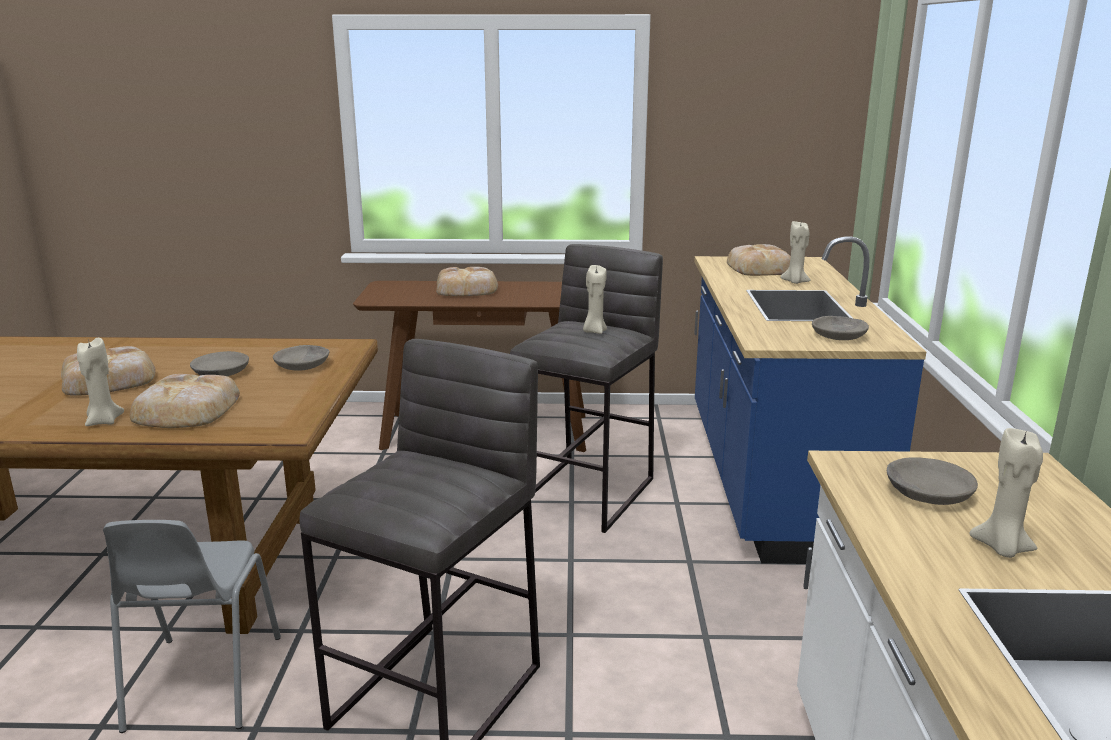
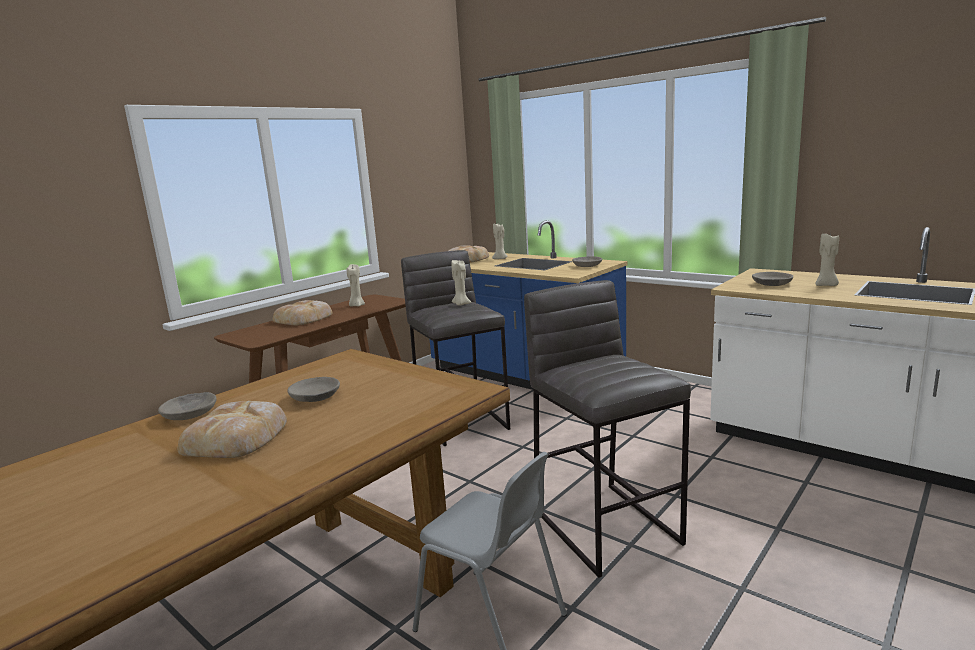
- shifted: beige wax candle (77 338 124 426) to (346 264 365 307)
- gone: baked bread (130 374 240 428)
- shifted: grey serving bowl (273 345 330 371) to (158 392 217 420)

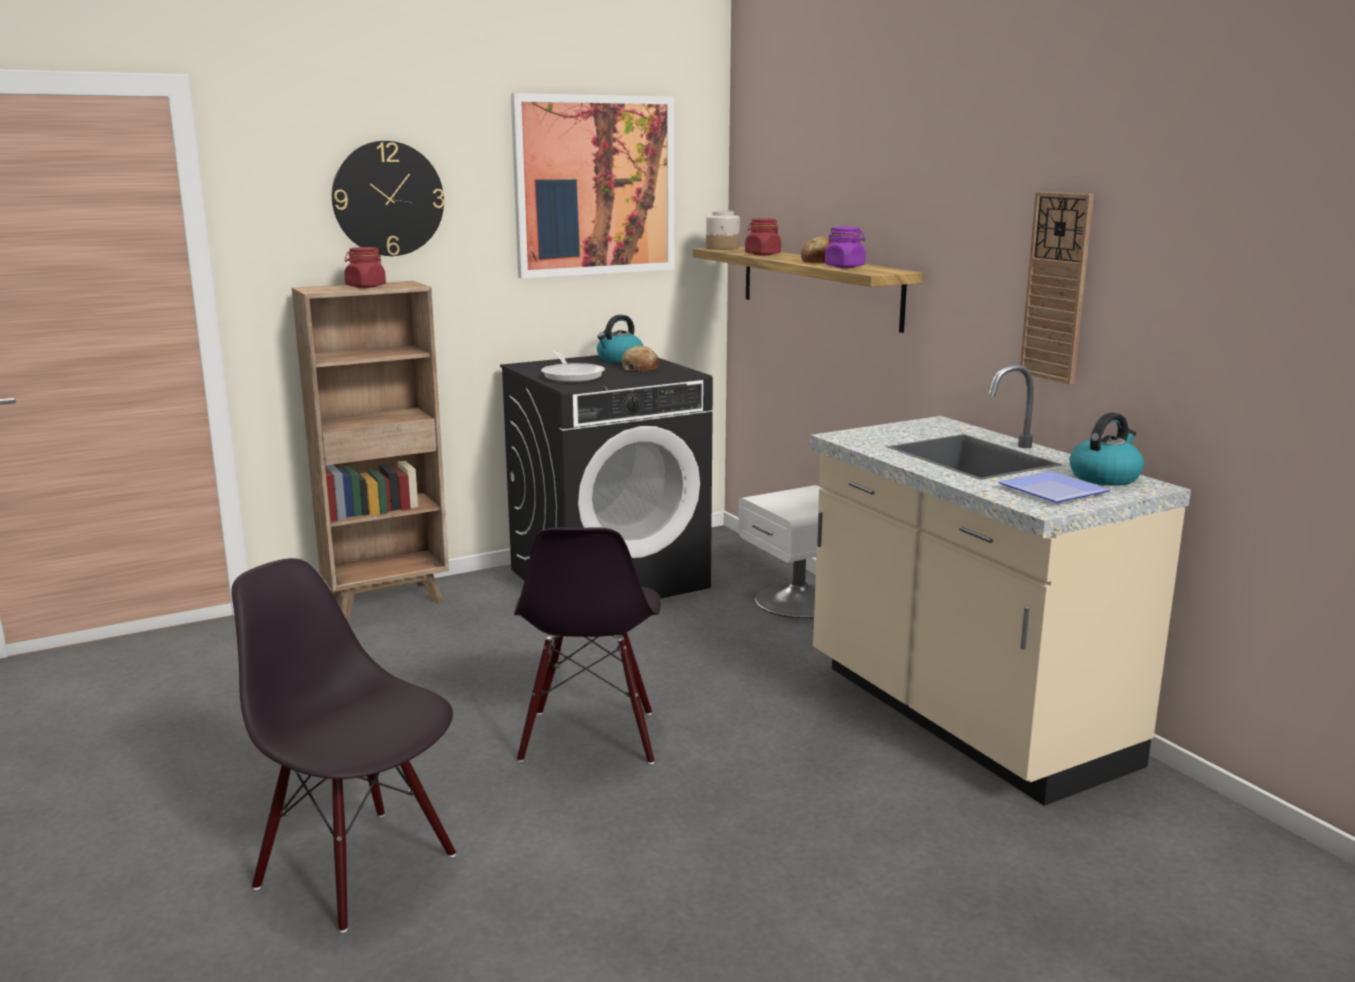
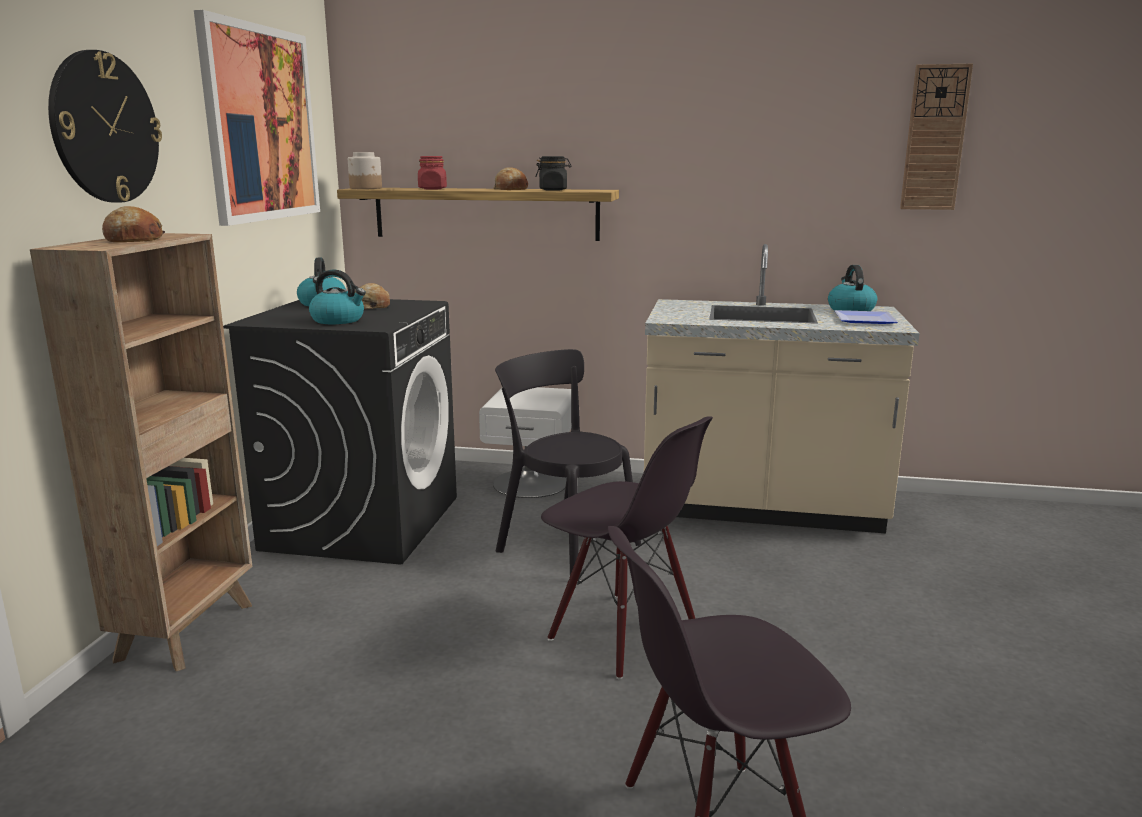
- swapped: reddish storage jar (344 247 386 288) to baked bread (102 206 165 242)
- swapped: skillet (541 350 605 382) to tea kettle (309 270 366 324)
- repainted: purple-coloured storage jar (825 227 866 268) to blackish storage jar (535 156 571 191)
- shifted: clock on the wall (1019 192 1094 384) to (900 64 973 210)
- new: blackish upright chair (495 349 641 575)

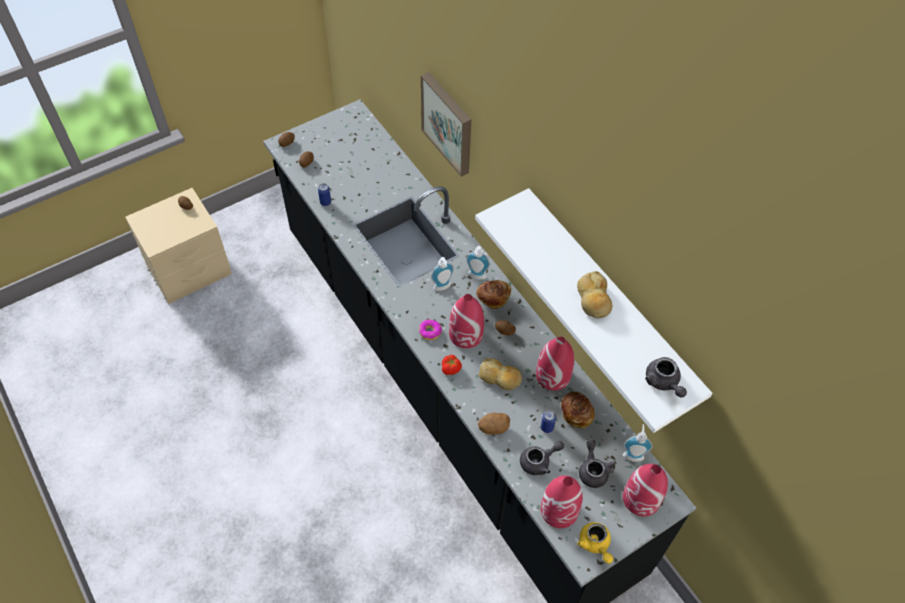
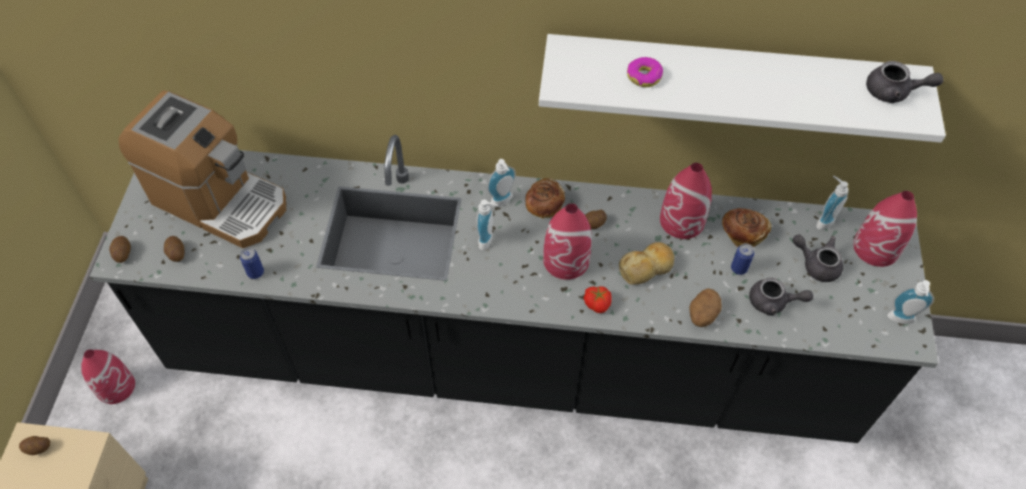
- shifted: donut (419 319 442 340) to (627 57 663 87)
- gone: wall art (421 72 471 177)
- rotated: grey teapot (520 441 564 475) = (749 278 813 316) 90 degrees clockwise
- shifted: reddish flower vase (540 475 583 528) to (81 349 135 404)
- gone: baked bread (577 271 612 318)
- swapped: yellow teapot (577 522 613 564) to liquid soap bottle (887 280 934 324)
- new: coffee maker (118 91 286 248)

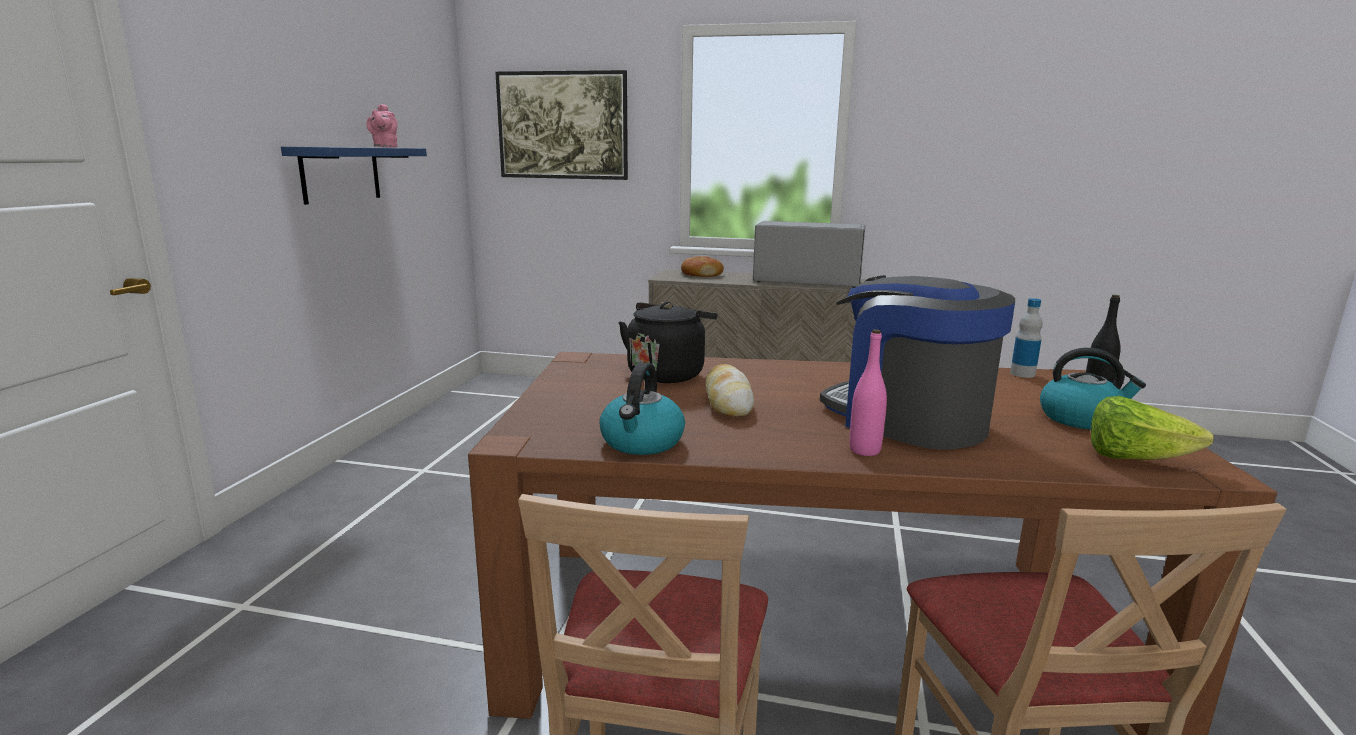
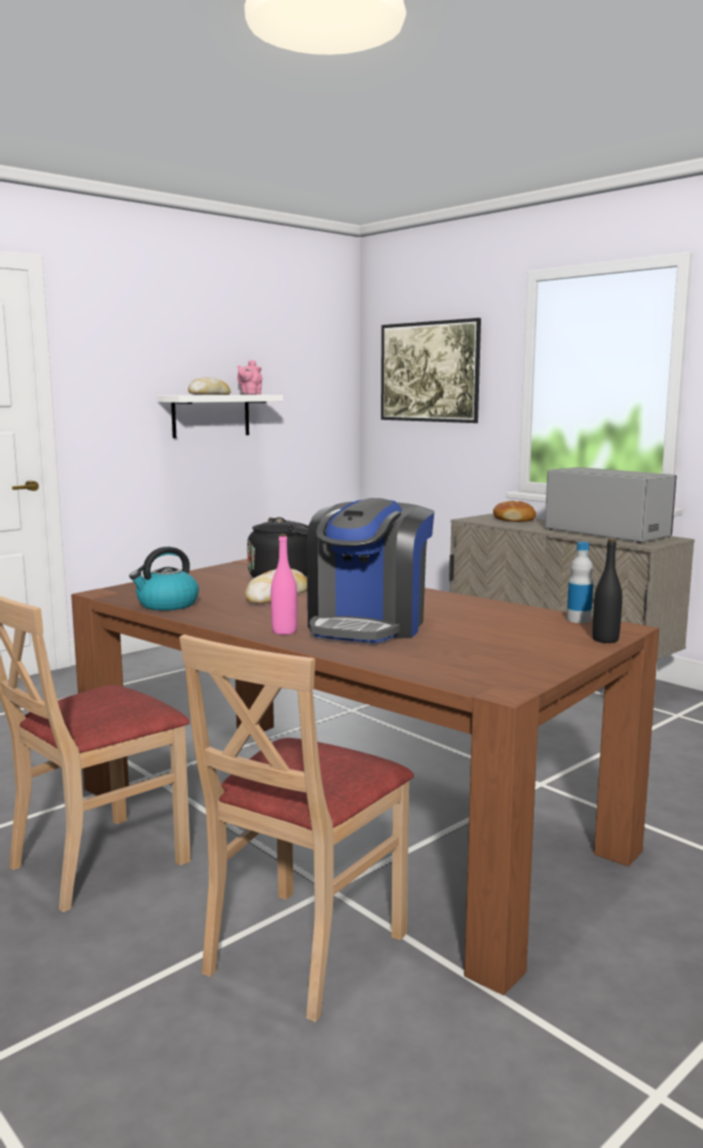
- repainted: blue shelf (281 147 427 205) to white shelf (157 395 283 438)
- rotated: coffee maker (820 275 1015 450) = (307 498 434 643) 150 degrees counterclockwise
- gone: tea kettle (1040 348 1146 430)
- gone: head of lettuce (1091 396 1214 460)
- new: baked bread (188 377 230 395)

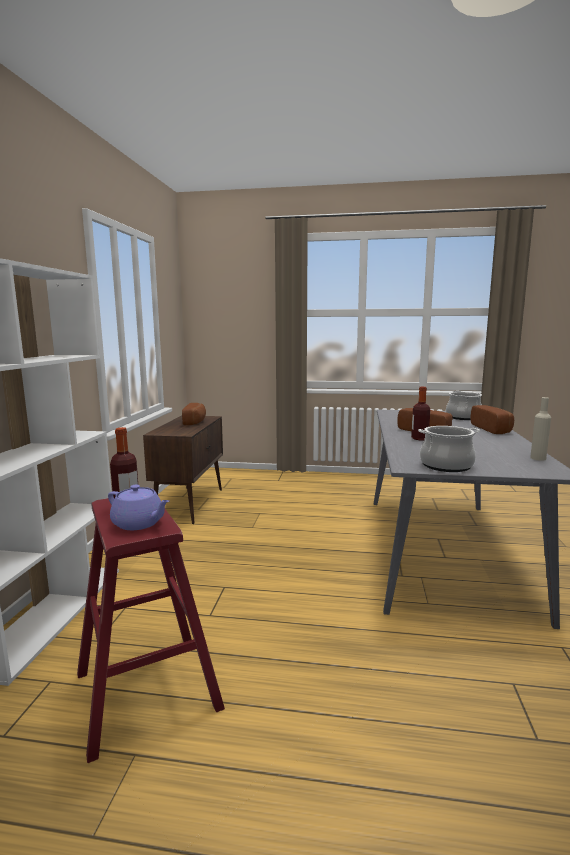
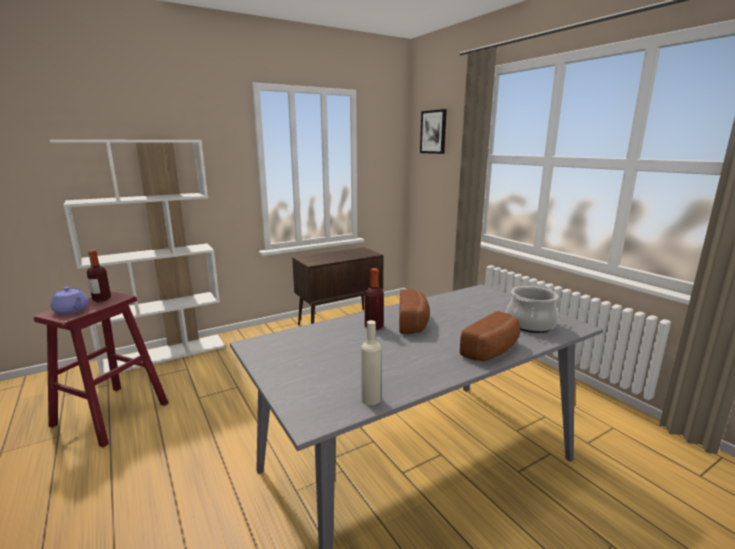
- rotated: purple-coloured teapot (108 485 169 530) = (50 287 89 314) 45 degrees counterclockwise
- gone: baked bread (182 403 206 425)
- gone: cooking pot (418 426 480 472)
- new: wall art (420 109 447 154)

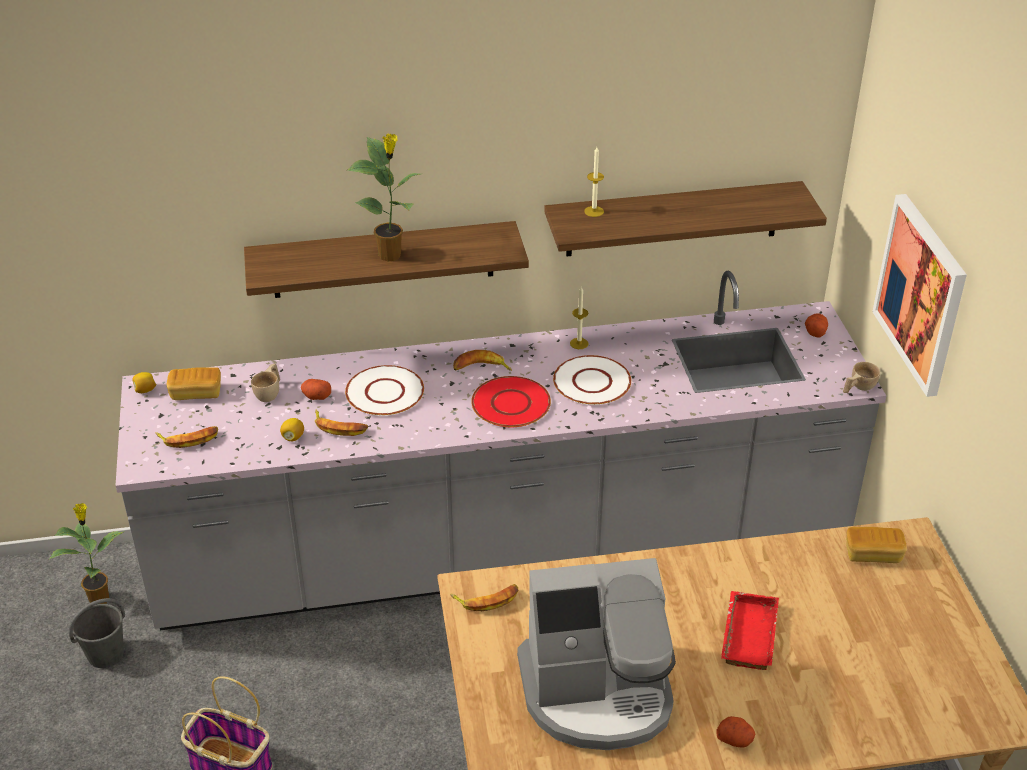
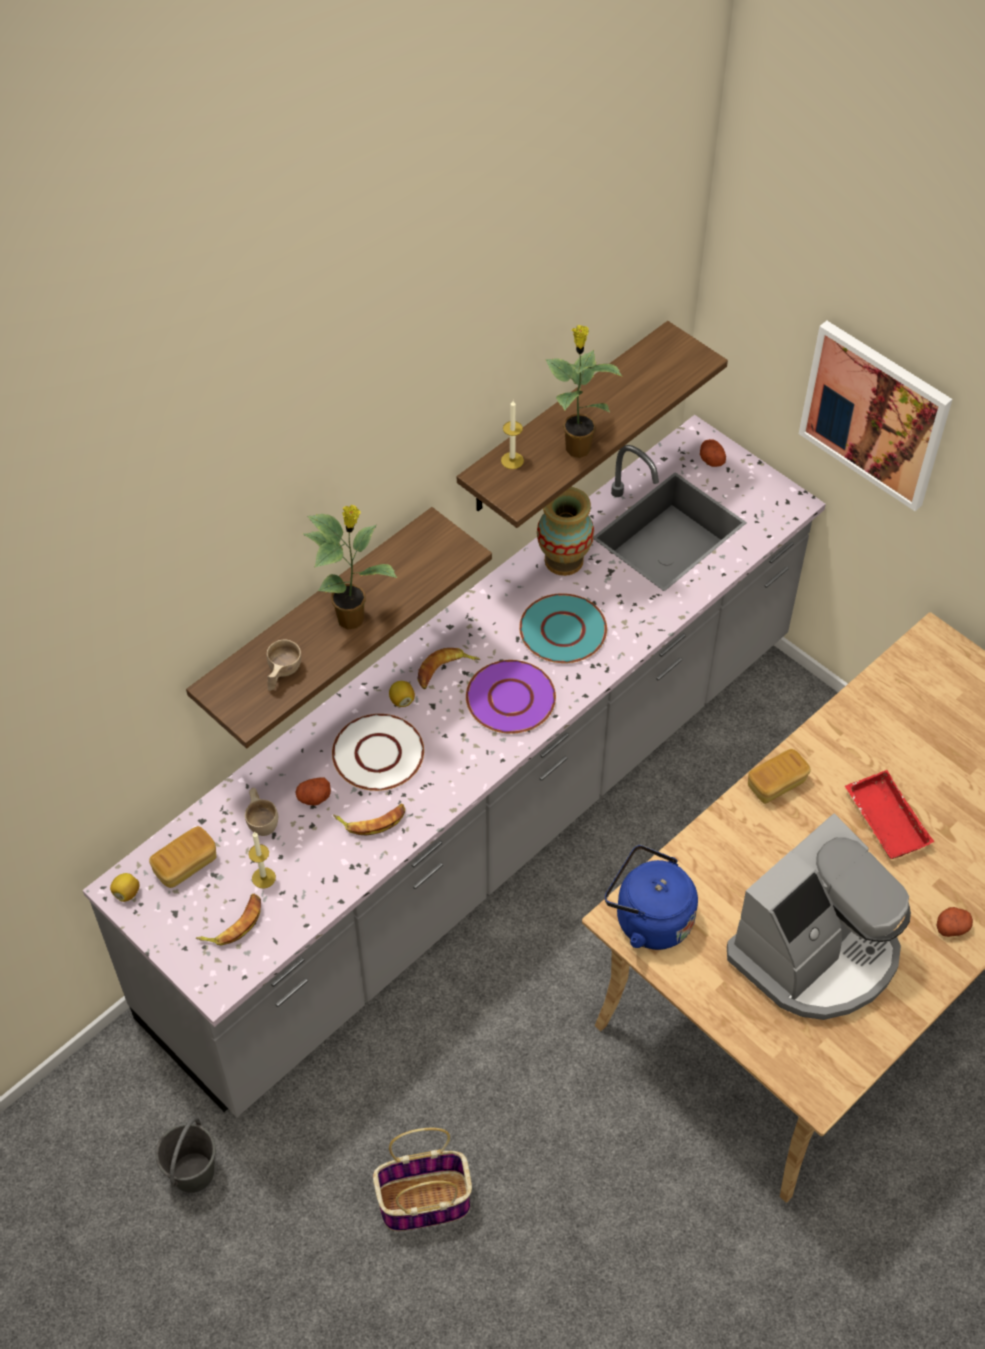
- shifted: houseplant (48 503 125 604) to (545 325 623 458)
- shifted: citrus fruit (280 418 304 441) to (389 681 415 707)
- swapped: banana (450 584 518 611) to blue tea kettle (605 845 698 950)
- repainted: reddish dinner plate (471 376 551 427) to purple-coloured dinner plate (466 660 556 734)
- repainted: white dinner plate (553 355 631 405) to turquoise dinner plate (519 593 607 663)
- shifted: wax candle (570 287 589 349) to (248 831 276 888)
- shifted: beige cup (843 362 880 393) to (267 640 301 691)
- shifted: baked bread (846 527 907 563) to (748 749 811 804)
- new: flower vase (537 487 594 576)

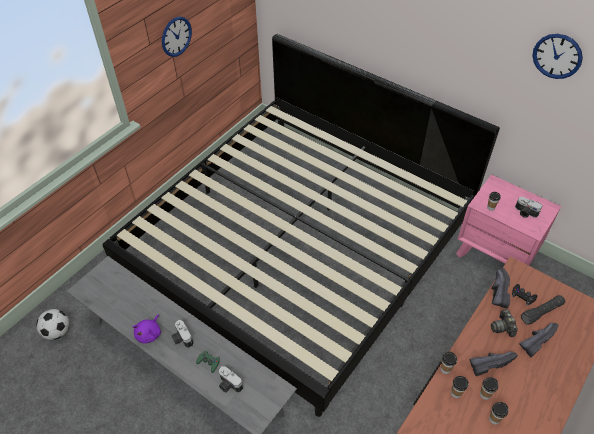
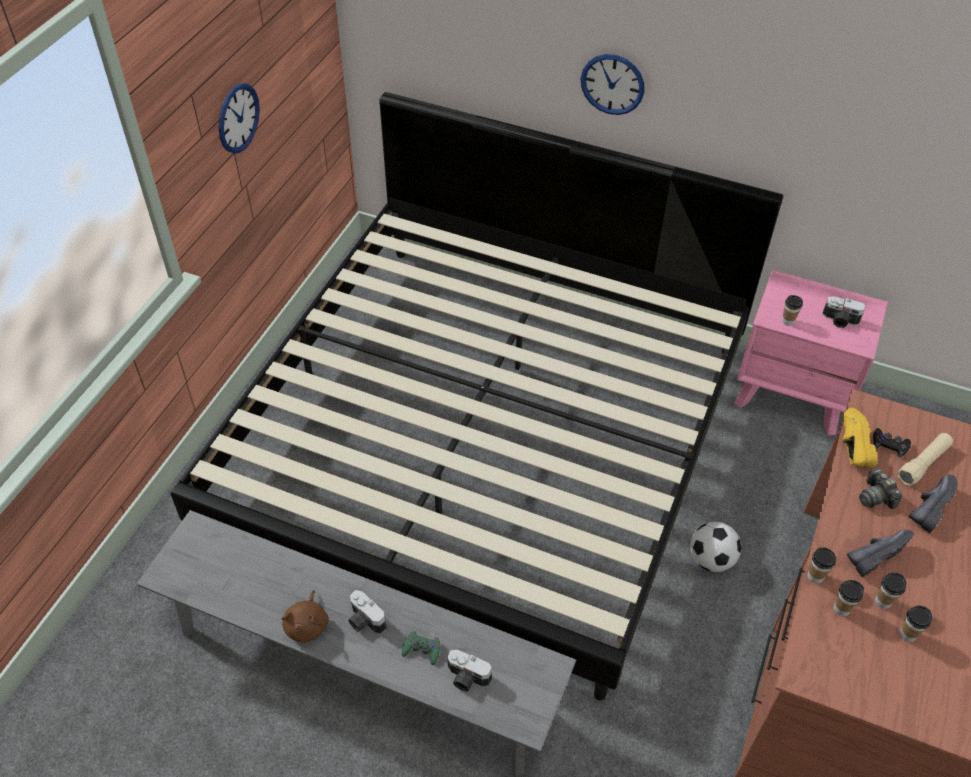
- shifted: football (36 309 69 340) to (690 522 741 572)
- repainted: purple-coloured plush toy (133 315 161 344) to brown-coloured plush toy (282 590 329 642)
- repainted: blackish item of footwear (491 268 510 308) to yellow item of footwear (842 408 878 468)
- repainted: blackish torch (521 295 565 325) to beige torch (897 433 953 486)
- shifted: clock on the wall (532 34 583 79) to (580 54 645 115)

